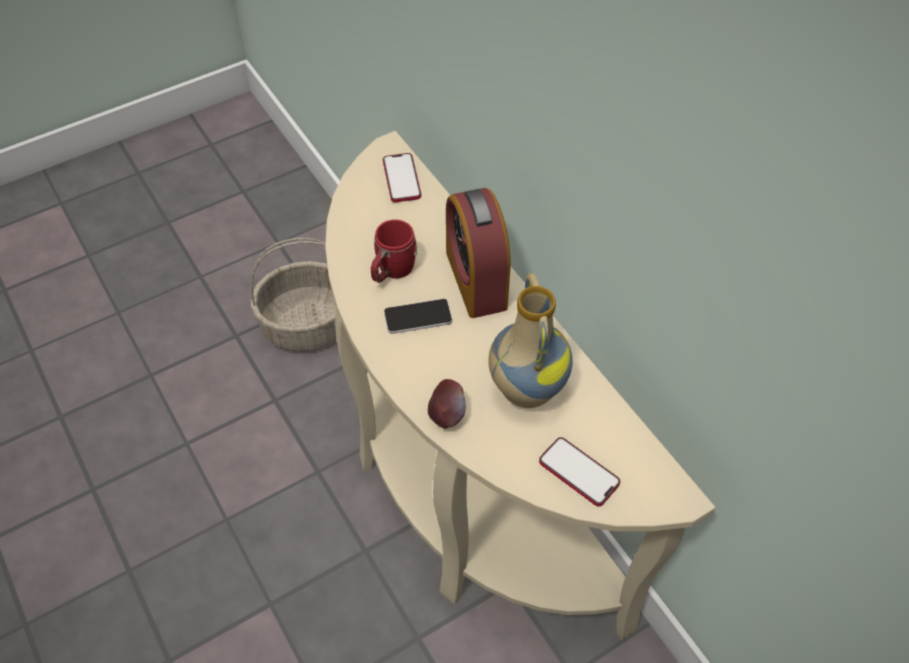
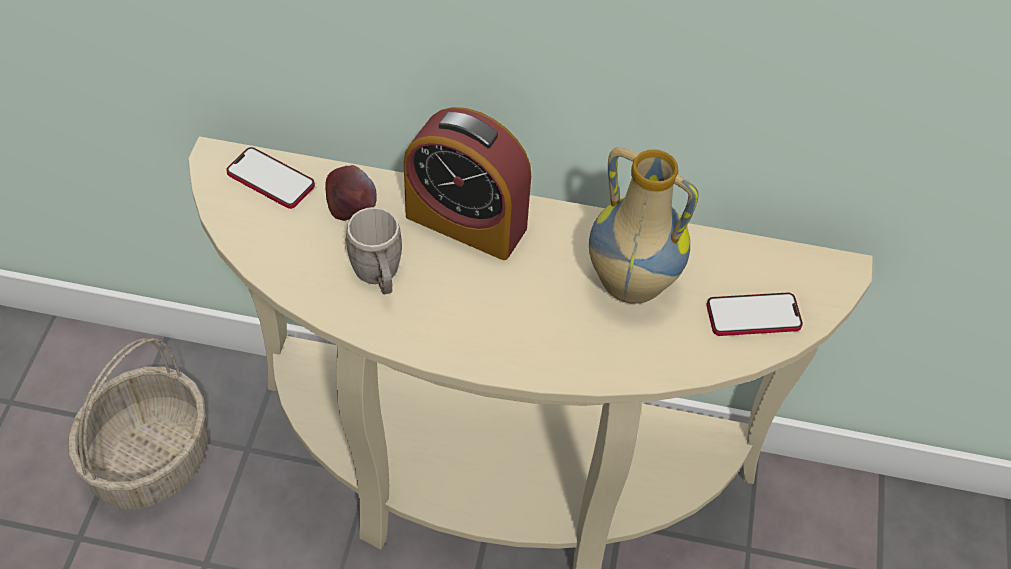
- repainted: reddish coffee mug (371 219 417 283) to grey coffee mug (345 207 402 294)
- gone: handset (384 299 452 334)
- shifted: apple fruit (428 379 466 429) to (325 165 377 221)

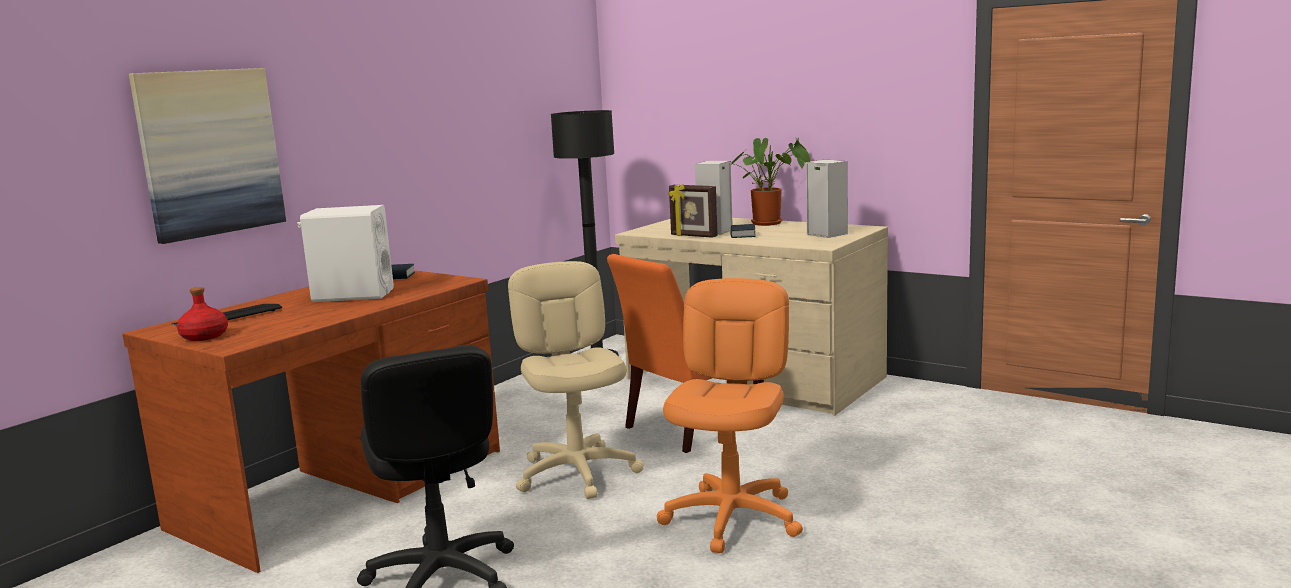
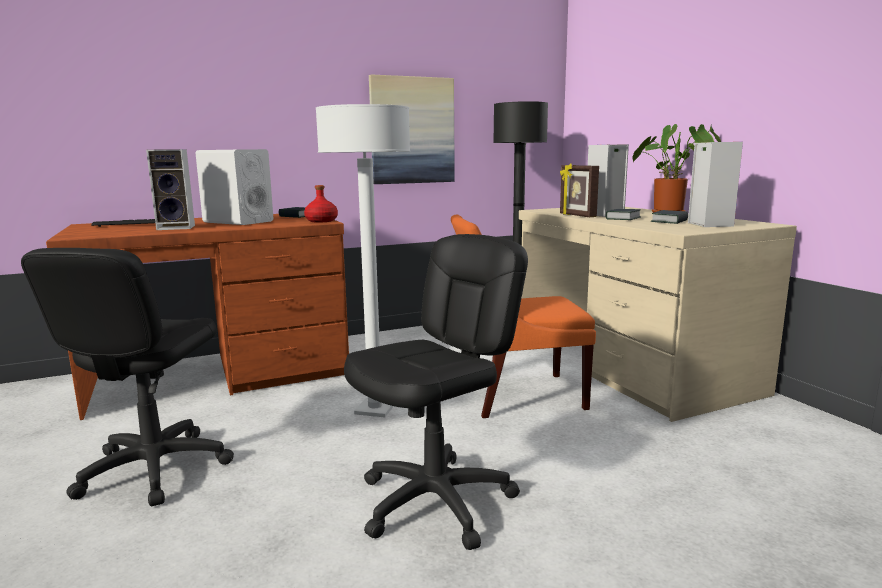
- shifted: wall art (129 68 286 244) to (369 75 455 184)
- shifted: reddish drink bottle (177 287 228 341) to (304 185 338 223)
- swapped: beige computer chair (508 261 644 499) to white standing lamp (316 104 410 417)
- repainted: orange computer chair (657 278 803 553) to blackish computer chair (344 234 528 550)
- new: speaker (146 149 195 230)
- new: volume (651 210 688 224)

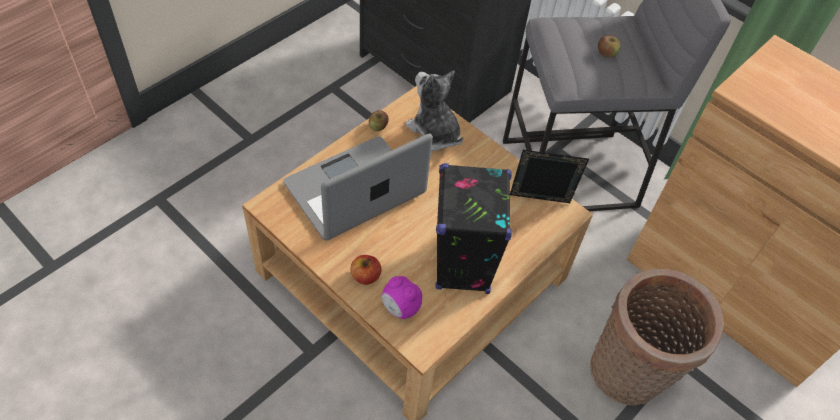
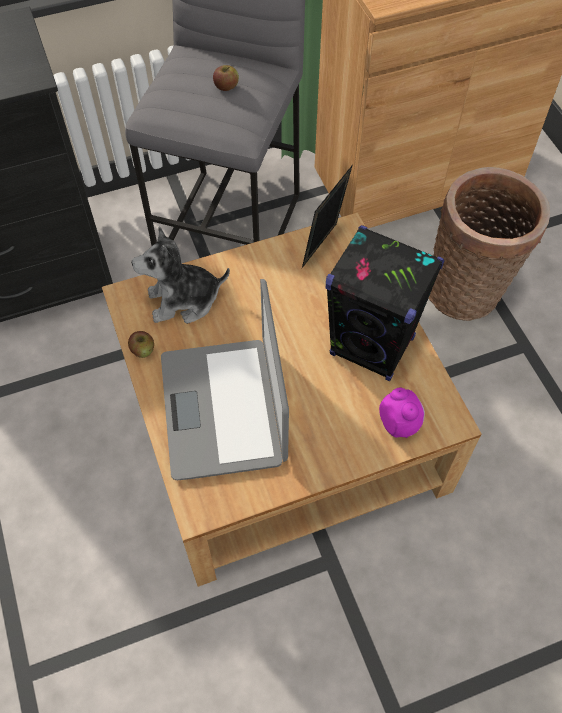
- gone: apple fruit (350 255 381 285)
- rotated: bedside clock (382 276 422 319) = (379 388 425 438) 90 degrees counterclockwise

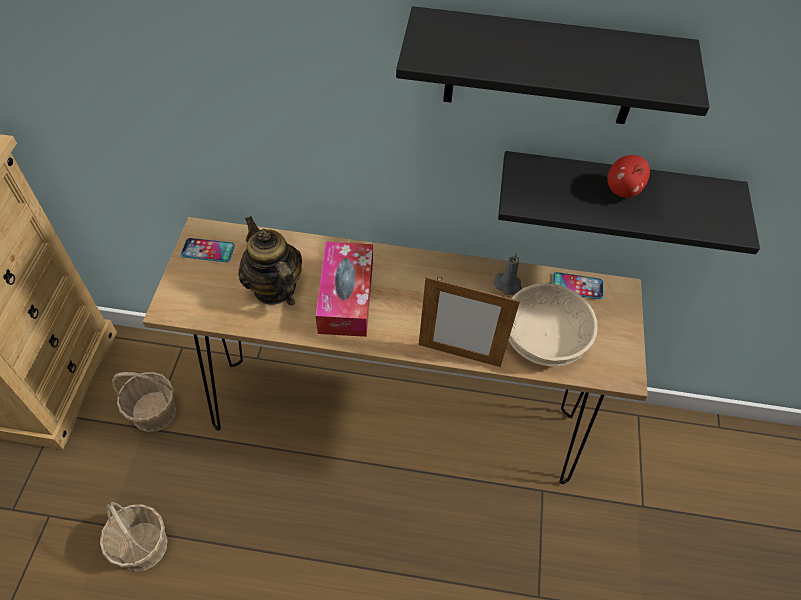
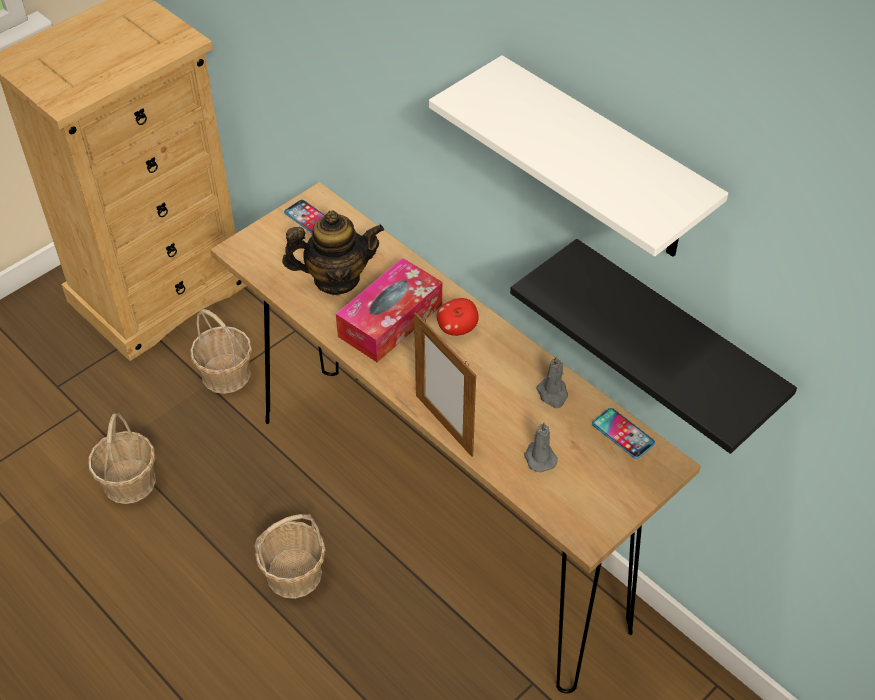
- rotated: teapot (238 216 302 306) = (282 211 384 295) 75 degrees clockwise
- repainted: blackish shelf (396 6 710 124) to white shelf (429 55 728 257)
- swapped: beige serving bowl (509 283 598 366) to grey wax candle (524 421 558 472)
- shifted: apple fruit (607 155 650 198) to (437 298 479 336)
- new: basket (254 514 326 599)

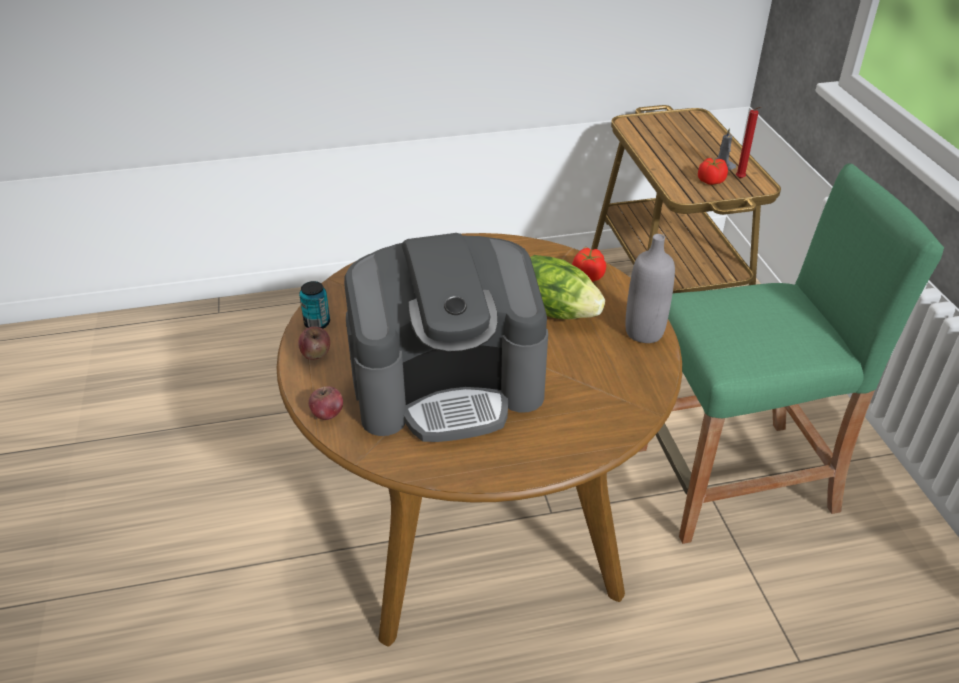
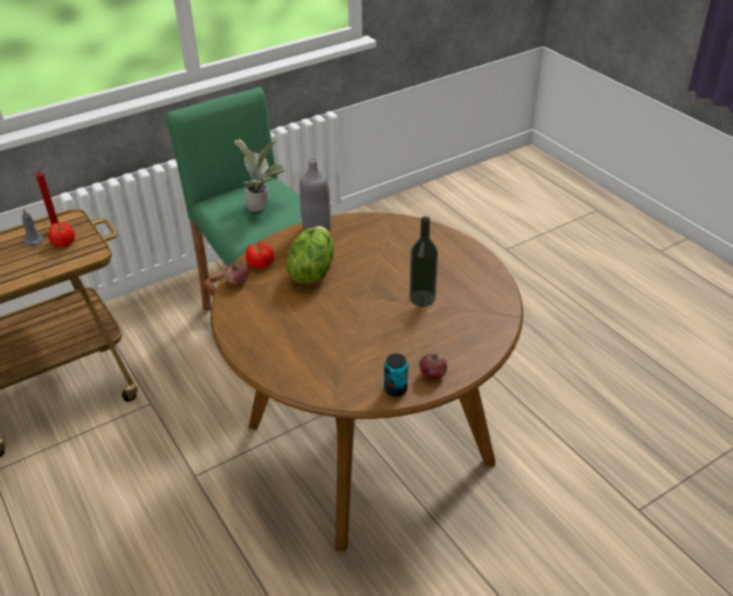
- shifted: apple fruit (309 387 343 420) to (225 262 249 285)
- swapped: coffee maker (344 233 548 442) to drink bottle (409 216 438 307)
- new: houseplant (234 138 287 212)

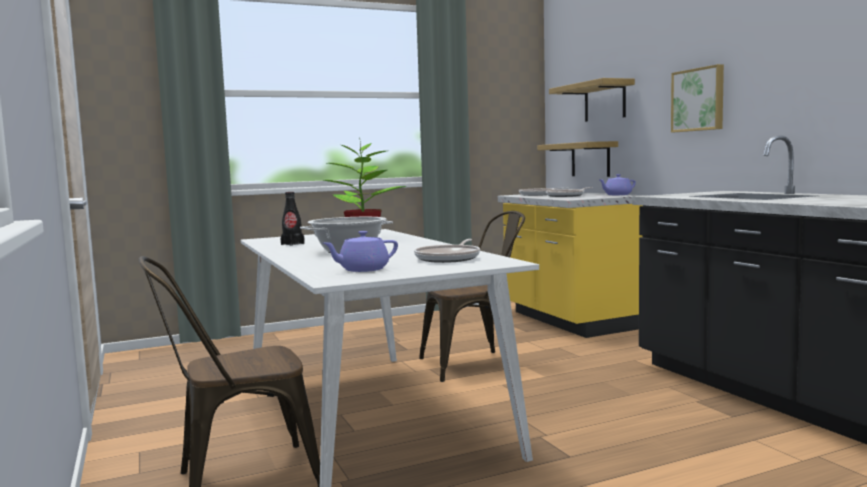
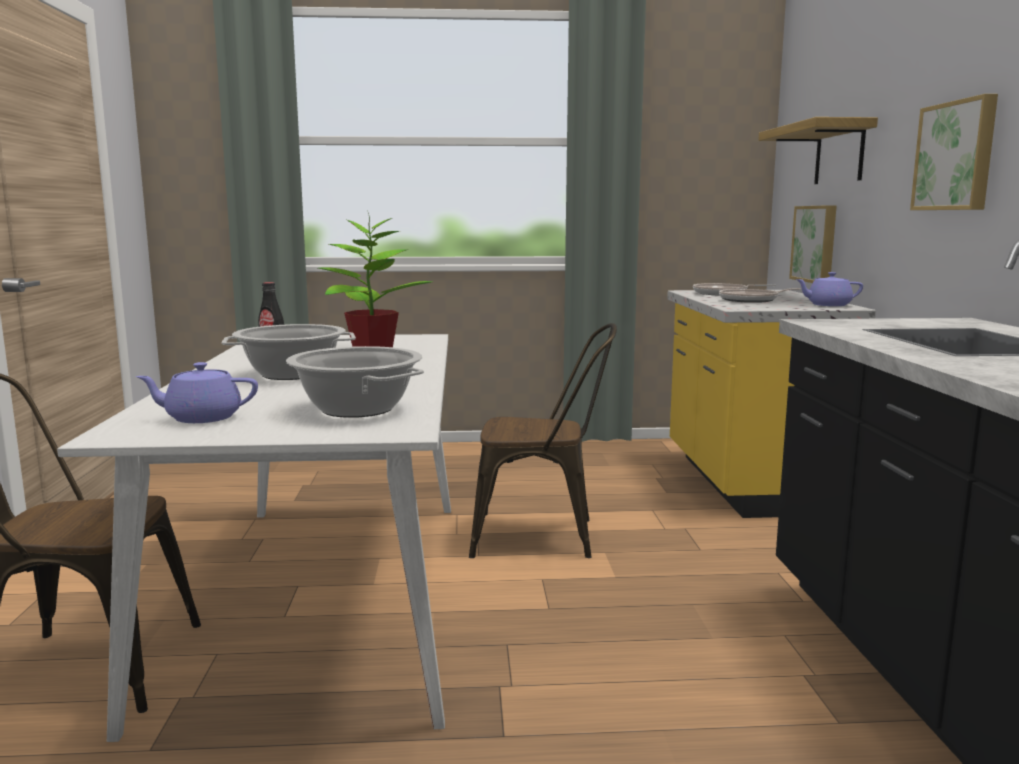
- swapped: skillet (414 239 480 263) to cooking pot (286 346 424 418)
- swapped: shelf (537 141 618 177) to wall art (789 205 837 283)

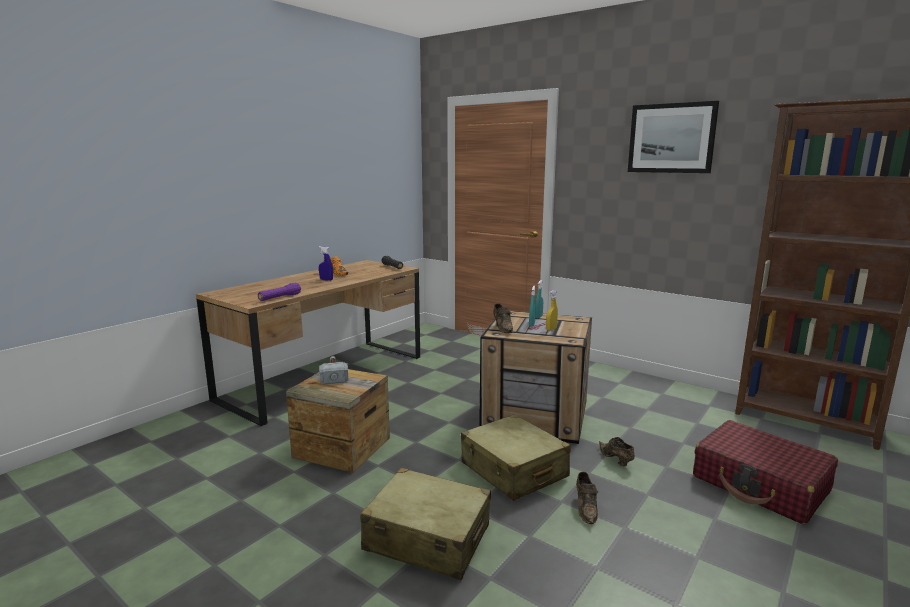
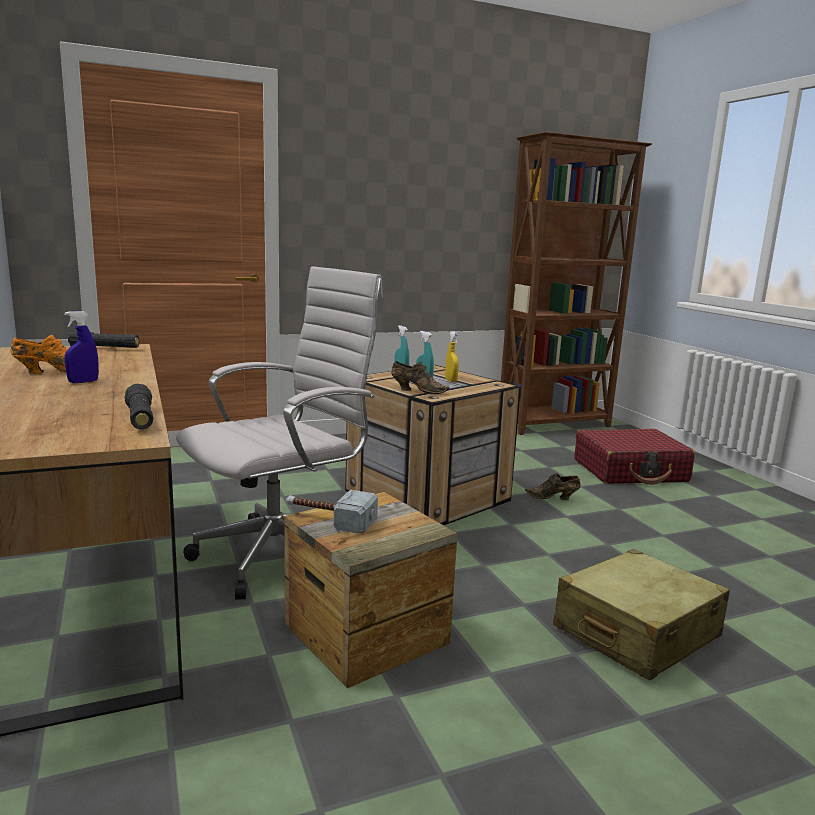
- repainted: purple-coloured torch (258 282 301 301) to blackish torch (125 384 154 429)
- gone: beige travel case (461 414 571 501)
- gone: brown-coloured item of footwear (576 472 598 524)
- gone: wall art (628 101 719 173)
- new: white computer chair (176 266 383 600)

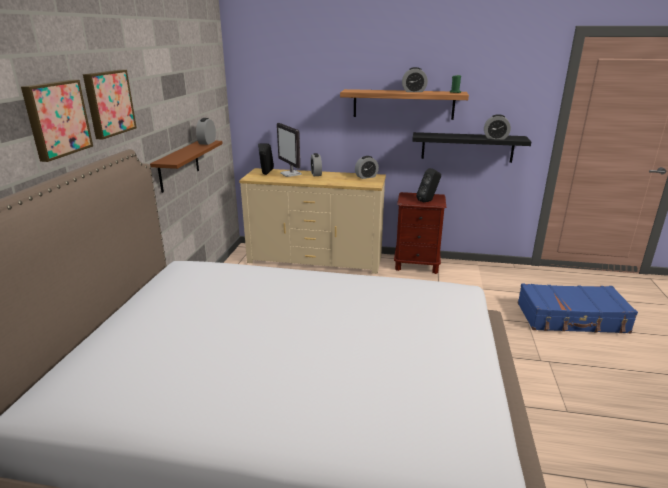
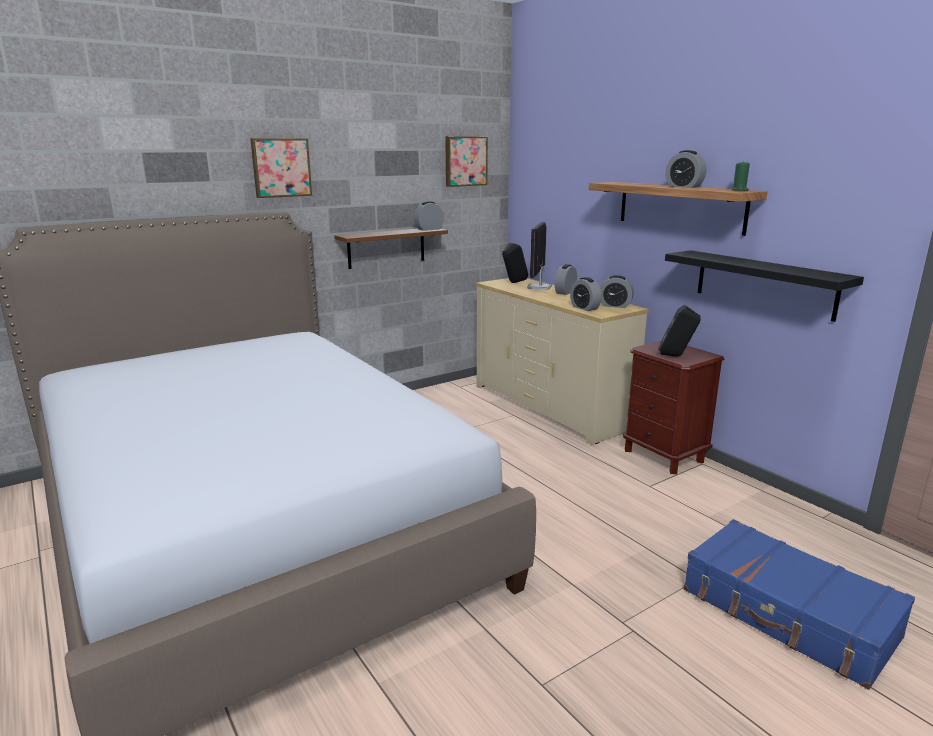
- shifted: wall art (21 80 93 162) to (445 136 488 187)
- shifted: bedside clock (484 114 511 140) to (570 277 602 311)

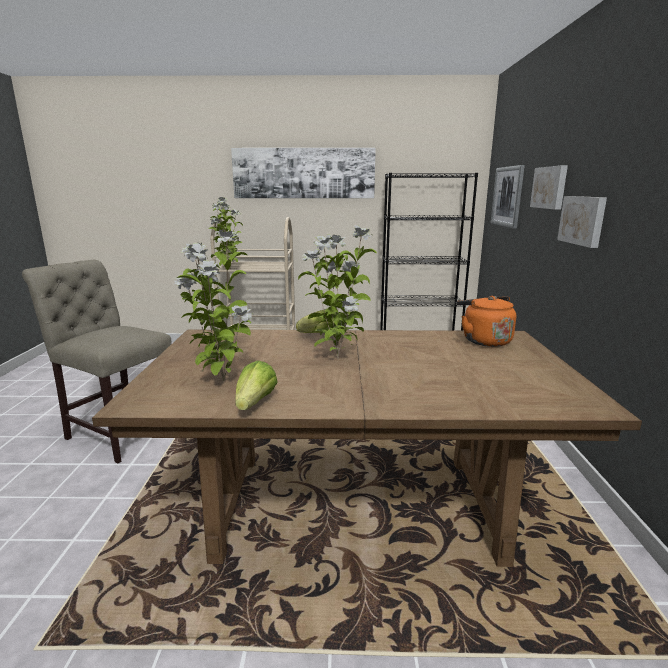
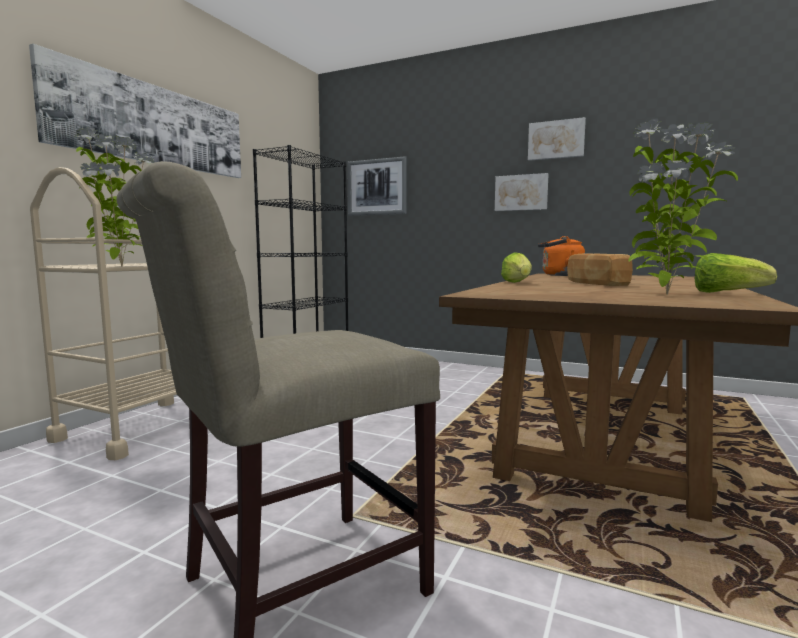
- swapped: houseplant (298 226 377 359) to baked bread (567 254 633 286)
- shifted: wall art (530 165 568 209) to (528 117 586 161)

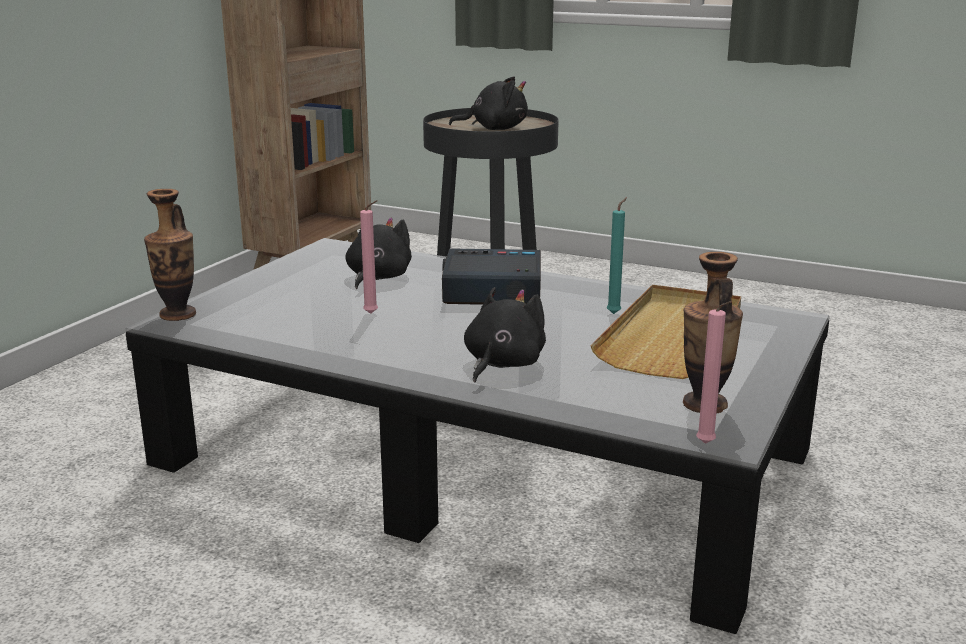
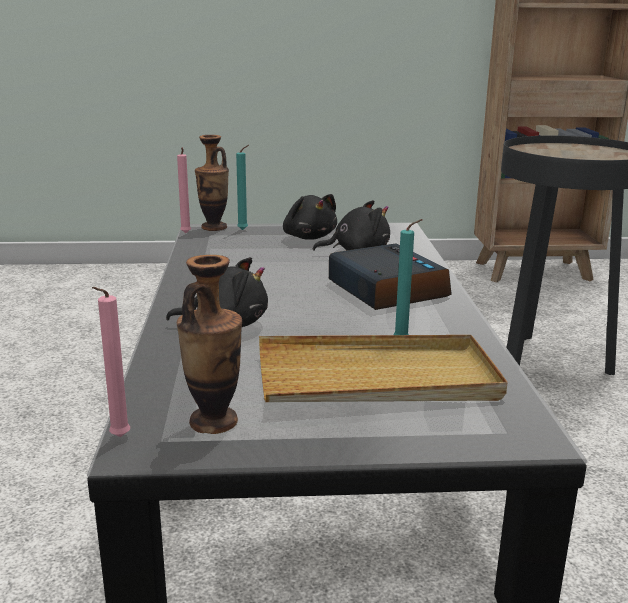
- shifted: pink wax candle (360 200 378 314) to (177 148 191 233)
- shifted: blackish plush toy (449 76 528 130) to (283 194 337 240)
- new: turquoise wax candle (236 145 249 230)

